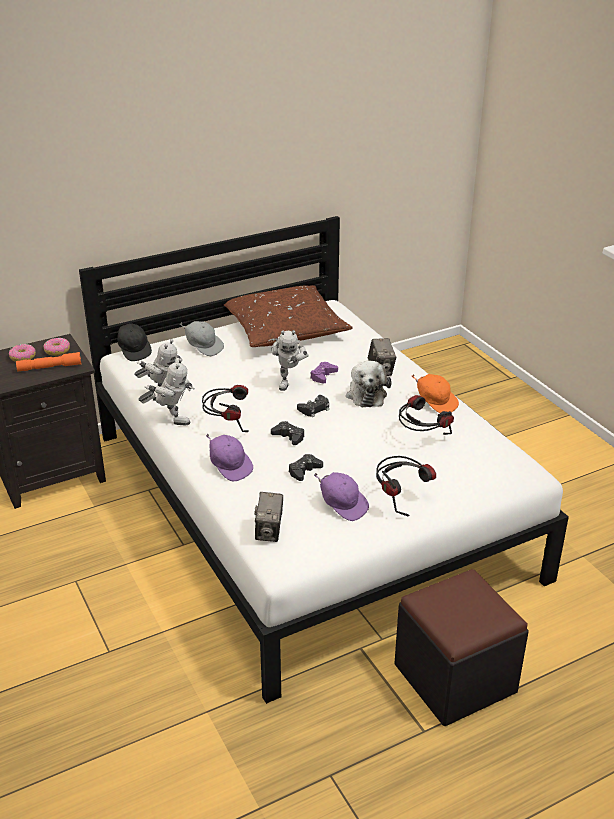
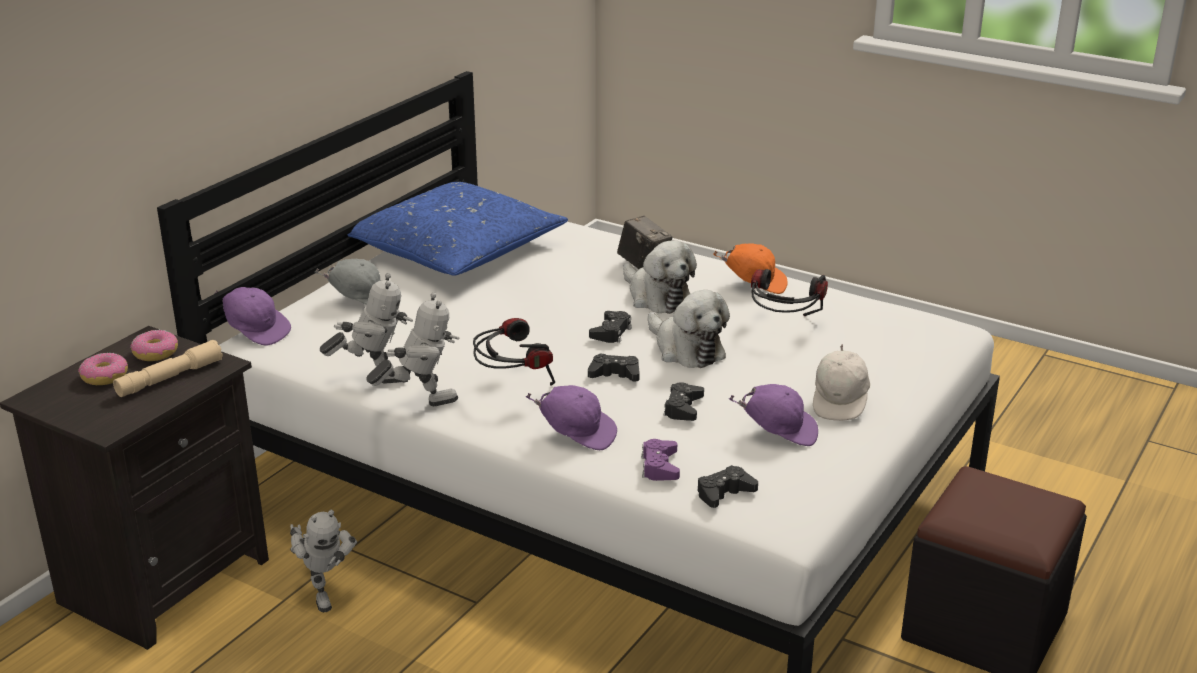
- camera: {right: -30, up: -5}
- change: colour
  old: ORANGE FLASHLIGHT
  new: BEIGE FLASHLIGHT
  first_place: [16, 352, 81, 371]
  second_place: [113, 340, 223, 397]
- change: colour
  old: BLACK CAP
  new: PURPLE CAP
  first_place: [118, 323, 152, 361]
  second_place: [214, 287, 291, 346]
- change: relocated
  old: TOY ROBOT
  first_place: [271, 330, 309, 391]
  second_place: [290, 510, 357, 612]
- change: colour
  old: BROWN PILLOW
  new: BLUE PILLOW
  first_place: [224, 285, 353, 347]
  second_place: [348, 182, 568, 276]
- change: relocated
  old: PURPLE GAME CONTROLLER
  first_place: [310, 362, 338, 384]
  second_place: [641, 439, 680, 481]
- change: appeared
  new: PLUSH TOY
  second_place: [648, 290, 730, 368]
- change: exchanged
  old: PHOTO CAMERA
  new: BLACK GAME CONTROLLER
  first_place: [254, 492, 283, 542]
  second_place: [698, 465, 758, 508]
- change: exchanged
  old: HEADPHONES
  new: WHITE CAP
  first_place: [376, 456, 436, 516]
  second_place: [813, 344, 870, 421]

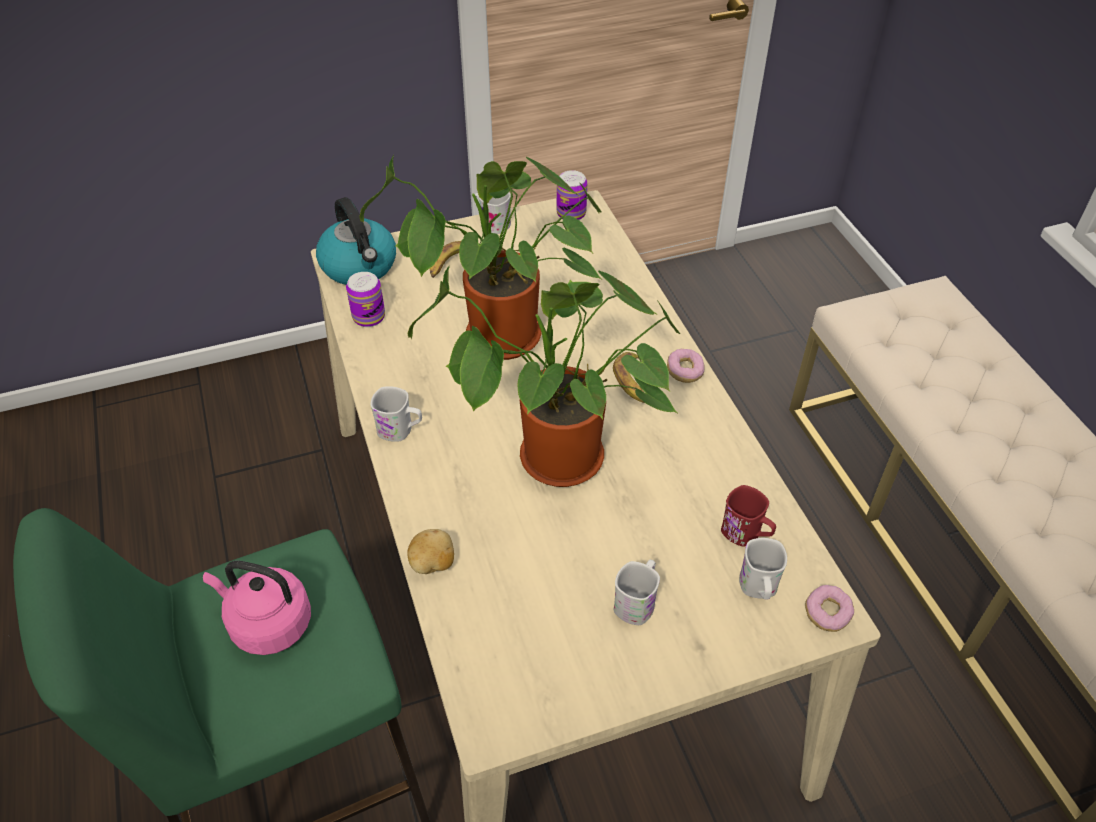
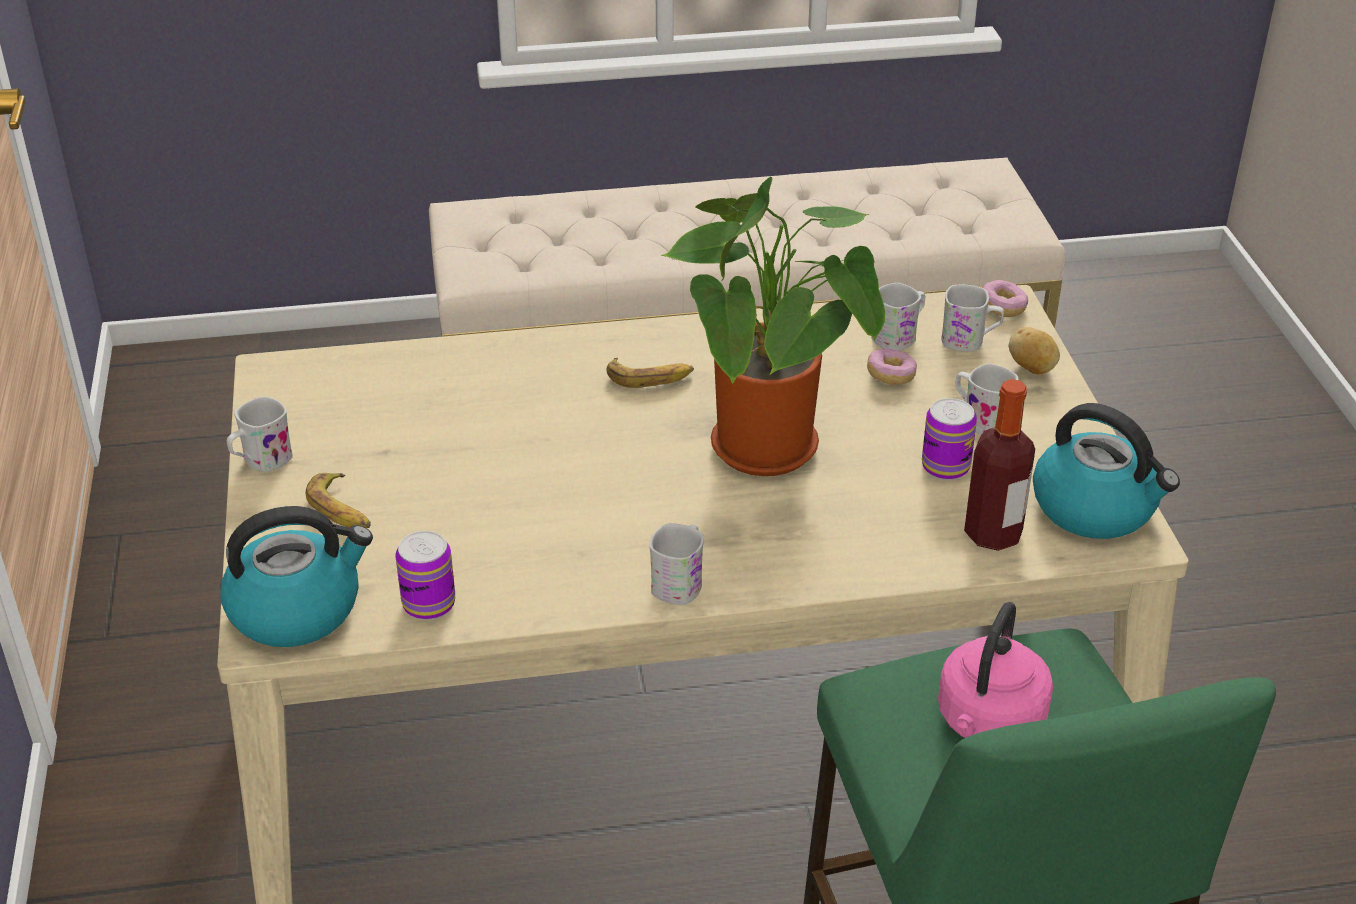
- camera: {right: -80, up: -10}
- change: relocated
  old: DONUT
  first_place: [667, 349, 705, 383]
  second_place: [867, 349, 917, 385]
- change: colour
  old: RED MUG
  new: WHITE MUG
  first_place: [721, 485, 776, 547]
  second_place: [871, 283, 925, 351]
- change: relocated
  old: CAN
  first_place: [557, 170, 587, 220]
  second_place: [922, 398, 977, 480]
- change: appeared
  new: BOTTLE
  second_place: [964, 379, 1035, 551]
- change: relocated
  old: POTATO
  first_place: [407, 529, 454, 574]
  second_place: [1009, 327, 1060, 374]
- change: appeared
  new: KETTLE
  second_place: [1033, 403, 1180, 539]
- change: missing
  old: POTTED PLANT
  first_place: [359, 155, 603, 360]

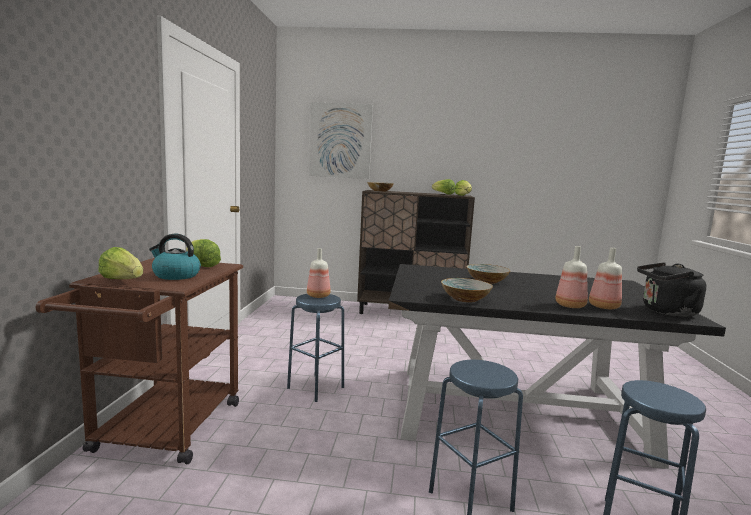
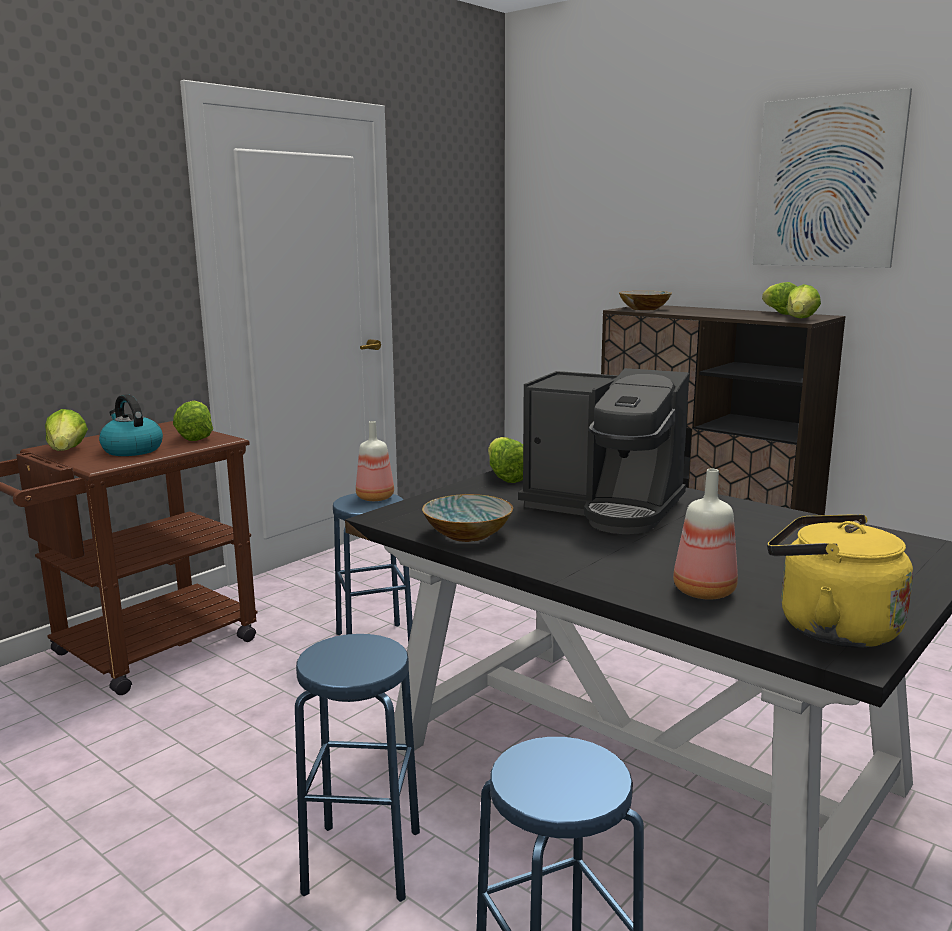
- camera: {right: 35, up: 5}
- change: appeared
  new: LETTUCE
  second_place: [488, 437, 523, 483]
- change: exchanged
  old: BOWL
  new: COFFEE MACHINE
  first_place: [466, 264, 511, 284]
  second_place: [518, 368, 689, 534]
- change: relocated
  old: PICTURE
  first_place: [309, 102, 373, 179]
  second_place: [753, 88, 912, 268]
- change: colour
  old: BLACK KETTLE
  new: YELLOW KETTLE
  first_place: [637, 262, 706, 317]
  second_place: [767, 514, 913, 648]
- change: missing
  old: BOTTLE
  first_place: [555, 246, 588, 308]

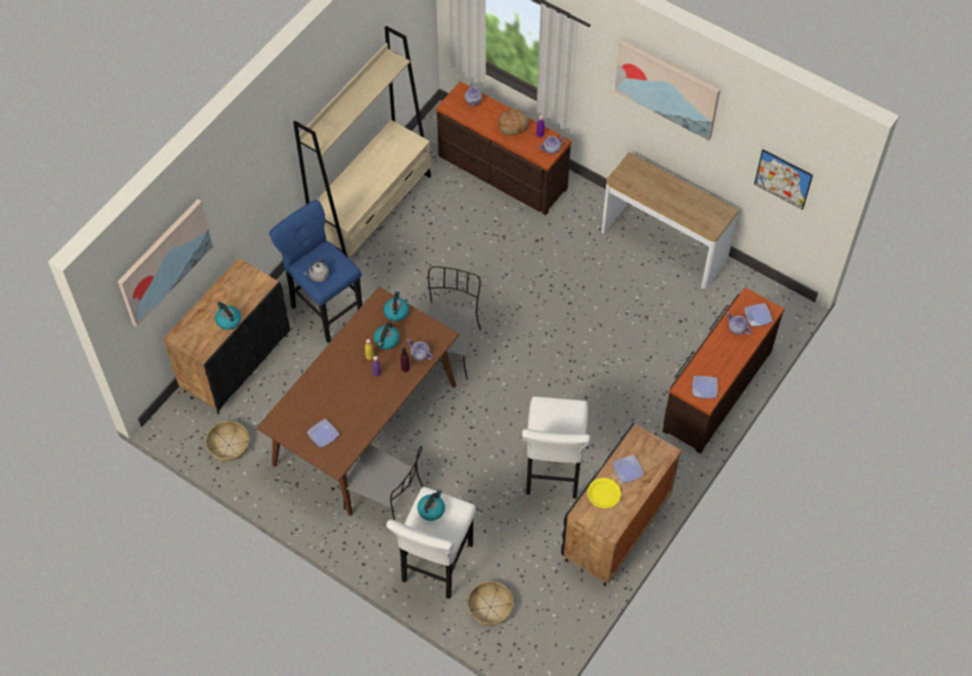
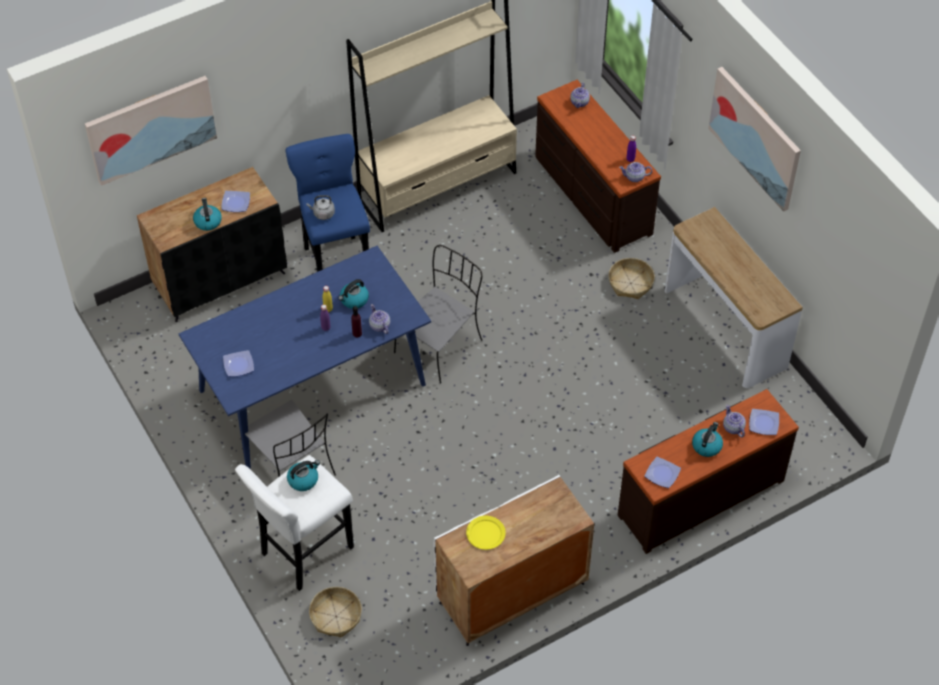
- camera: {right: 25, up: -5}
- change: colour
  old: BROWN DINING TABLE
  new: BLUE DINING TABLE
  first_place: [256, 287, 459, 516]
  second_place: [179, 246, 431, 469]
- change: relocated
  old: PLATE
  first_place: [612, 455, 644, 483]
  second_place: [221, 191, 250, 212]
- change: colour
  old: BLACK CABINET
  new: WHITE CABINET
  first_place: [561, 422, 681, 586]
  second_place: [434, 475, 594, 646]
- change: relocated
  old: BASKET
  first_place: [206, 421, 249, 462]
  second_place: [609, 258, 655, 299]
- change: relocated
  old: KETTLE
  first_place: [383, 291, 409, 322]
  second_place: [692, 422, 723, 457]
- change: missing
  old: BREAD
  first_place: [498, 108, 529, 136]
- change: missing
  old: WHITE STOOL
  first_place: [522, 396, 590, 499]
- change: missing
  old: PICTURE
  first_place: [754, 149, 813, 210]

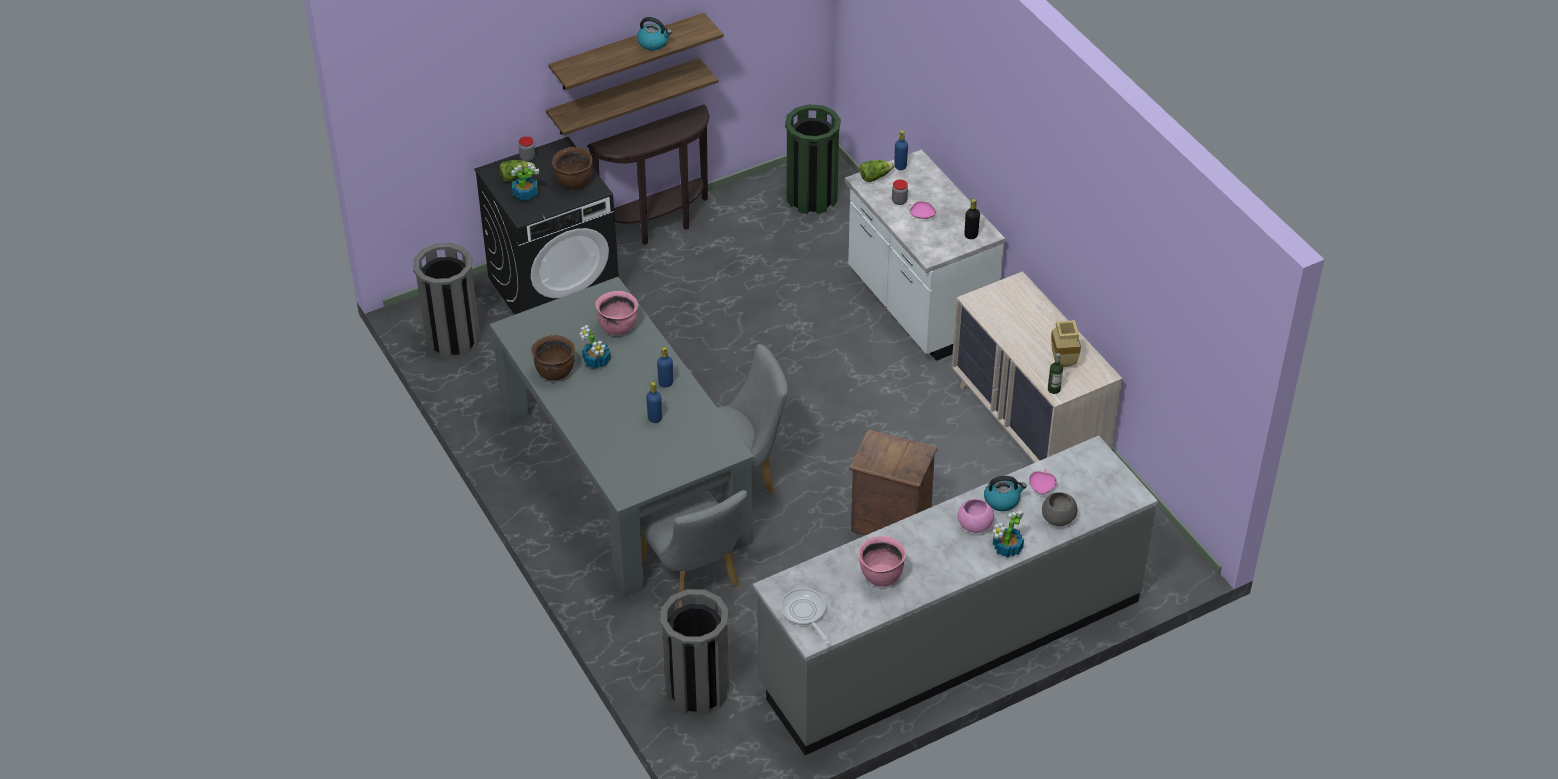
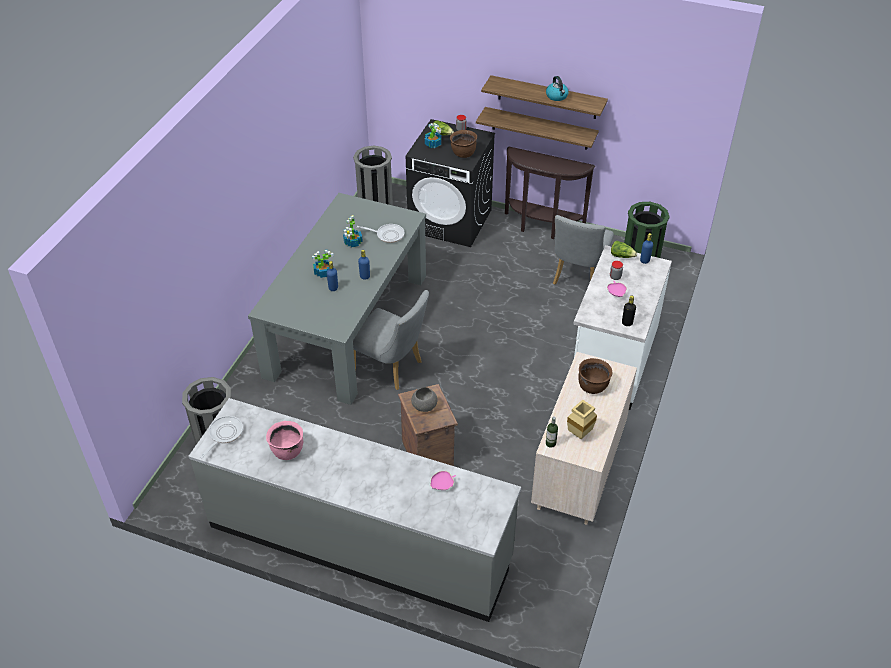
- camera: {right: 50, up: 0}
- change: relocated
  old: POTTED PLANT
  first_place: [992, 511, 1024, 557]
  second_place: [312, 250, 334, 278]
- change: exchanged
  old: PINK COOKING POT
  new: FRYING PAN
  first_place: [596, 291, 638, 335]
  second_place: [357, 224, 404, 243]
- change: relocated
  old: GREY BOWL
  first_place: [1042, 492, 1077, 526]
  second_place: [411, 387, 438, 412]
- change: relocated
  old: GREY CHAIR
  first_place: [640, 490, 747, 608]
  second_place: [553, 215, 614, 285]
- change: relocated
  old: BROWN COOKING POT
  first_place: [531, 335, 575, 381]
  second_place: [578, 358, 613, 394]
- change: missing
  old: PINK BOWL
  first_place: [957, 499, 994, 533]
- change: missing
  old: KETTLE
  first_place: [984, 476, 1027, 511]

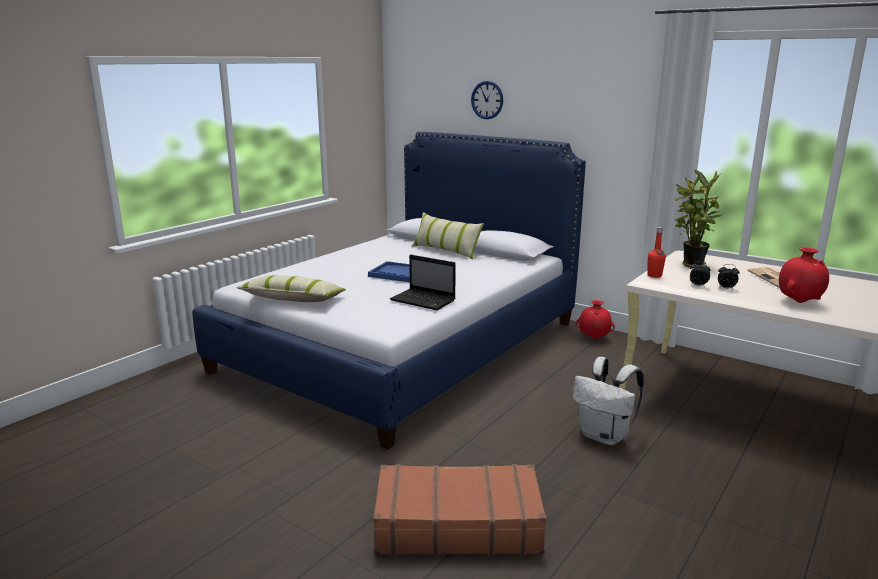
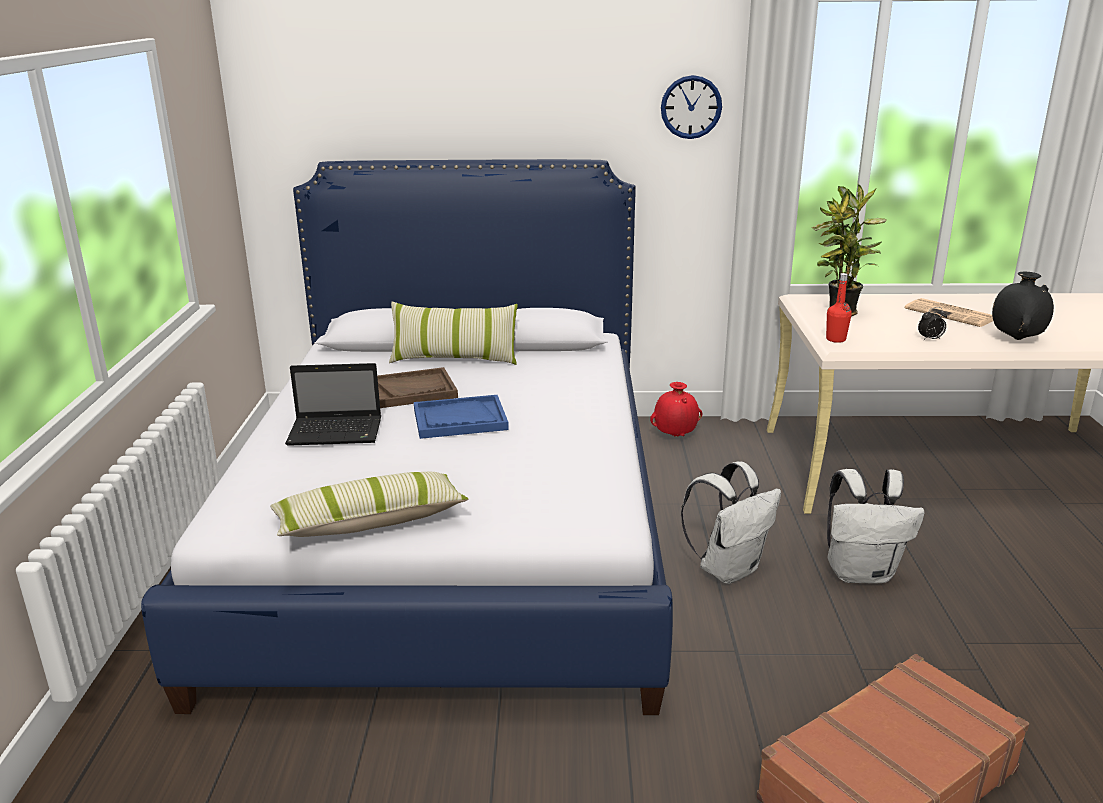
- camera: {right: -35, up: 5}
- change: relocated
  old: LAPTOP
  first_place: [390, 254, 456, 310]
  second_place: [285, 363, 381, 446]
- change: appeared
  new: BROWN TRAY
  second_place: [377, 367, 458, 408]
- change: relocated
  old: WALL CLOCK
  first_place: [471, 81, 503, 119]
  second_place: [661, 75, 722, 139]
- change: appeared
  new: WHITE BACKPACK
  second_place: [681, 461, 781, 584]
- change: colour
  old: RED VASE
  new: BLACK VASE
  first_place: [779, 247, 829, 303]
  second_place: [992, 272, 1054, 340]
- change: missing
  old: ALARM CLOCK
  first_place: [690, 261, 710, 287]

